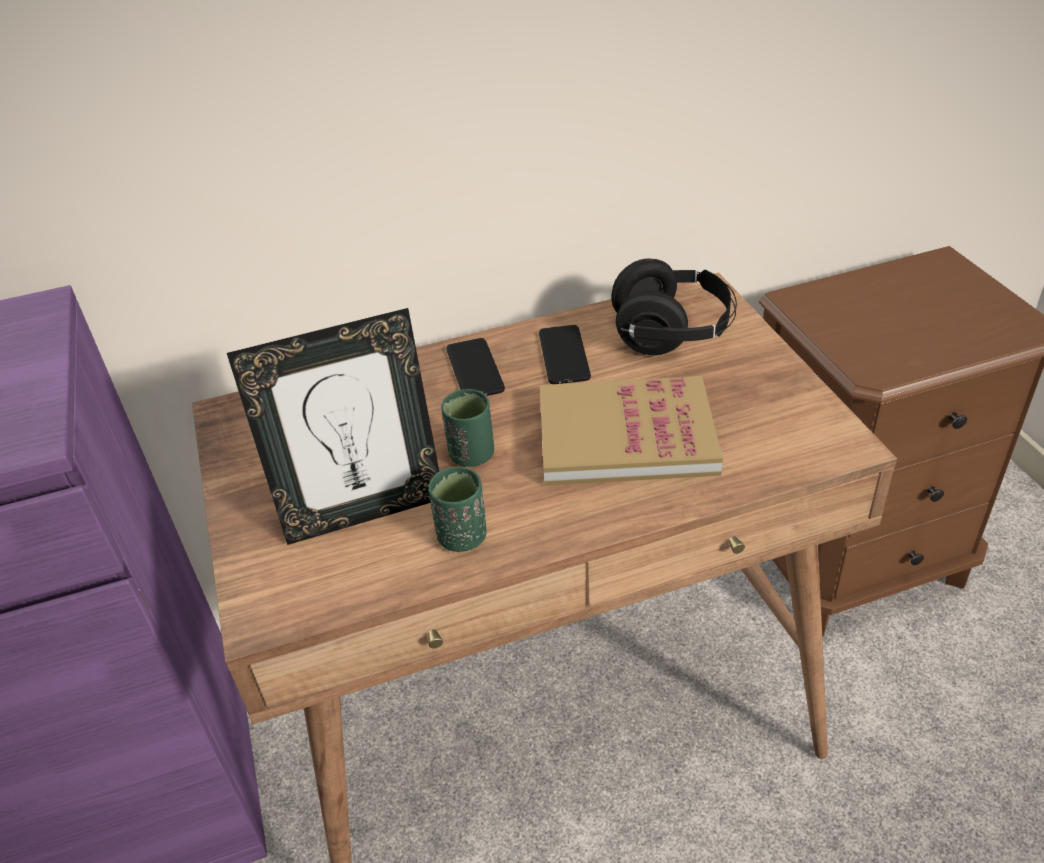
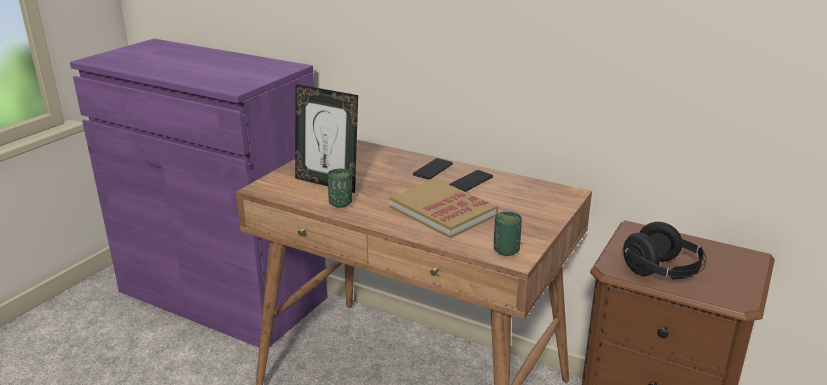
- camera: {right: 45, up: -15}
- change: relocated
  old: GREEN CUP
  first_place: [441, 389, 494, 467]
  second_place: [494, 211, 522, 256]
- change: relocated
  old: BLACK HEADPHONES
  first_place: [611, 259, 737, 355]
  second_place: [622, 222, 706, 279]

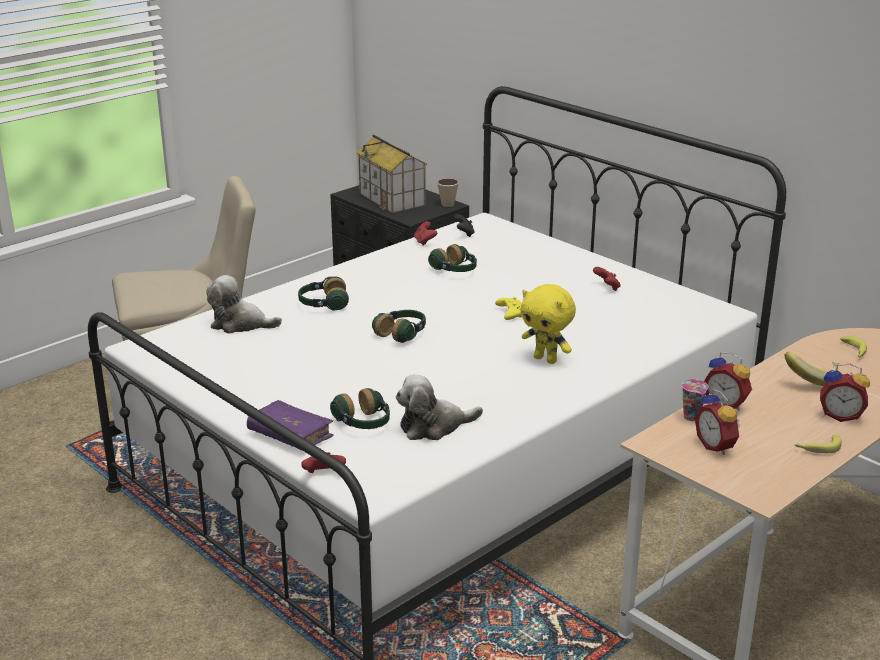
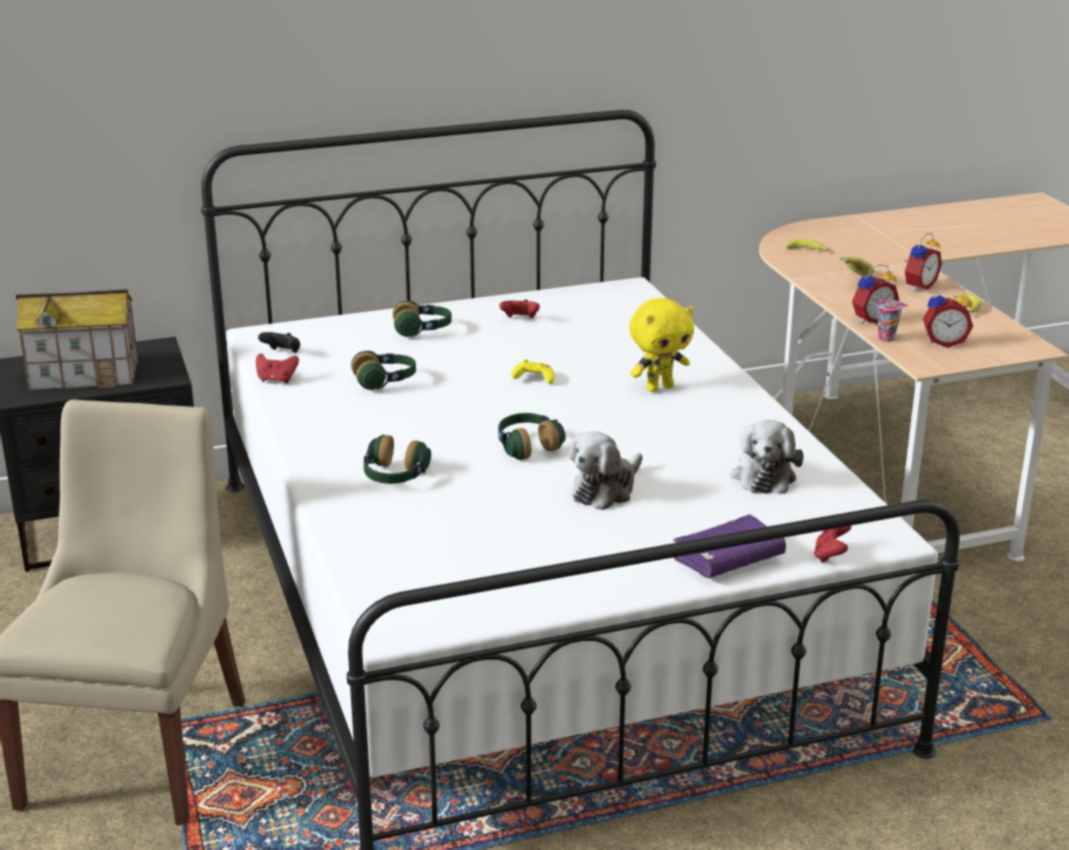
- camera: {right: -65, up: 0}
- change: relocated
  old: HEADPHONES
  first_place: [330, 388, 390, 429]
  second_place: [393, 301, 452, 337]
- change: relocated
  old: PLUSH TOY
  first_place: [206, 275, 282, 334]
  second_place: [569, 431, 643, 510]
- change: missing
  old: CUP
  first_place: [437, 178, 459, 207]

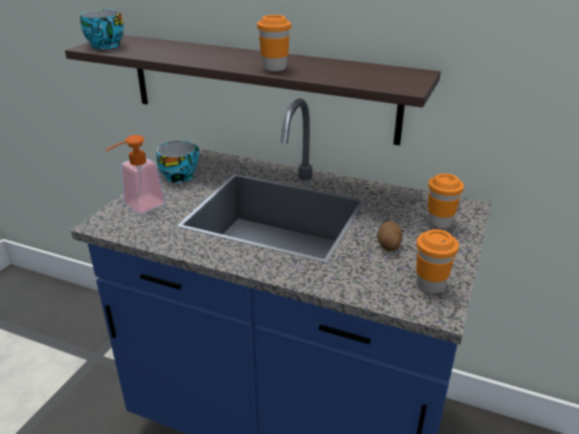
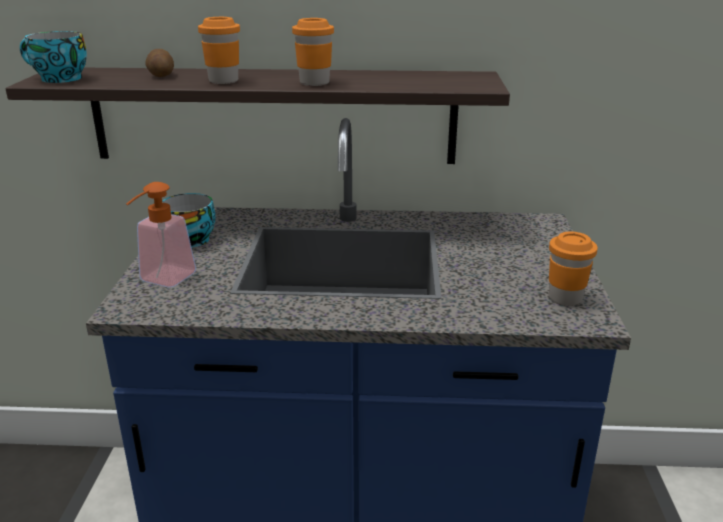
- camera: {right: -20, up: -5}
- change: relocated
  old: POTATO
  first_place: [377, 221, 402, 251]
  second_place: [145, 49, 174, 77]
- change: relocated
  old: ORANGE CUP
  first_place: [428, 173, 464, 228]
  second_place: [198, 17, 240, 84]

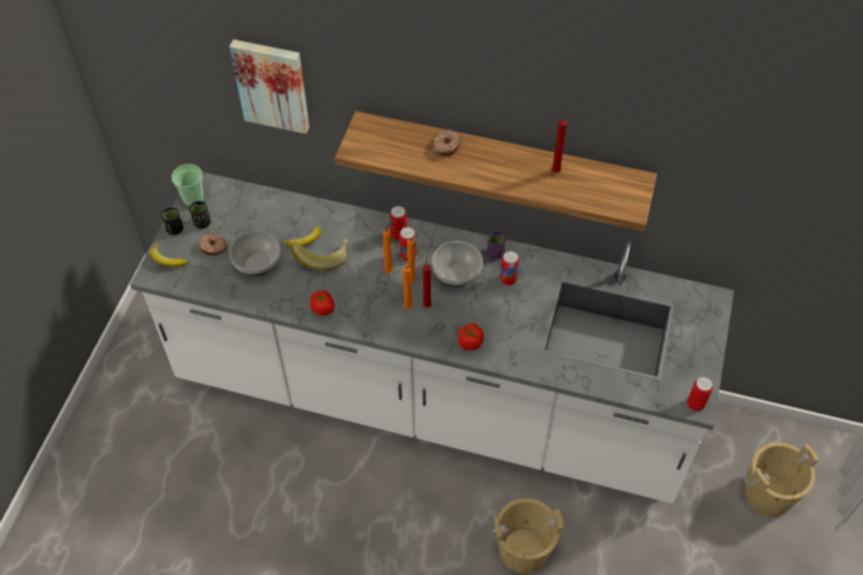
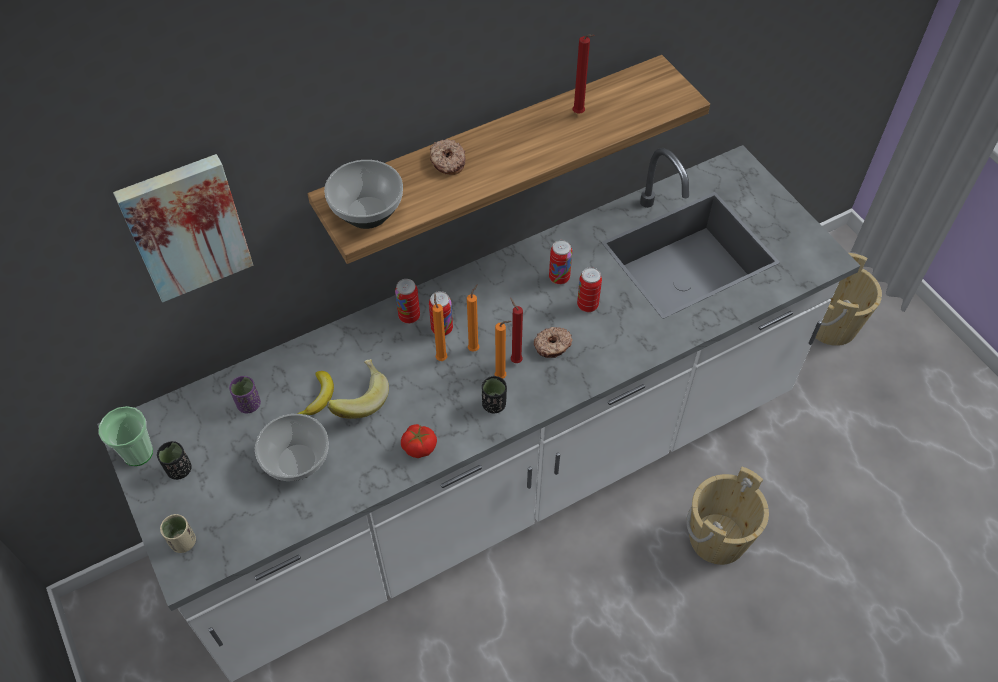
- camera: {right: -45, up: 0}
- change: exchanged
  old: BANANA
  new: BEIGE CUP
  first_place: [150, 243, 188, 267]
  second_place: [160, 514, 196, 553]
- change: relocated
  old: PURPLE CUP
  first_place: [487, 231, 506, 259]
  second_place: [229, 376, 261, 413]
- change: relocated
  old: BOWL
  first_place: [432, 241, 483, 287]
  second_place: [324, 160, 403, 229]
- change: relocated
  old: BLACK CUP
  first_place: [161, 208, 183, 235]
  second_place: [482, 376, 507, 413]
- change: relocated
  old: DONUT
  first_place: [198, 233, 227, 255]
  second_place: [534, 327, 573, 358]
- change: relocated
  old: CAN
  first_place: [687, 377, 713, 411]
  second_place: [577, 267, 602, 312]
- change: missing
  old: TOMATO
  first_place: [458, 323, 484, 350]

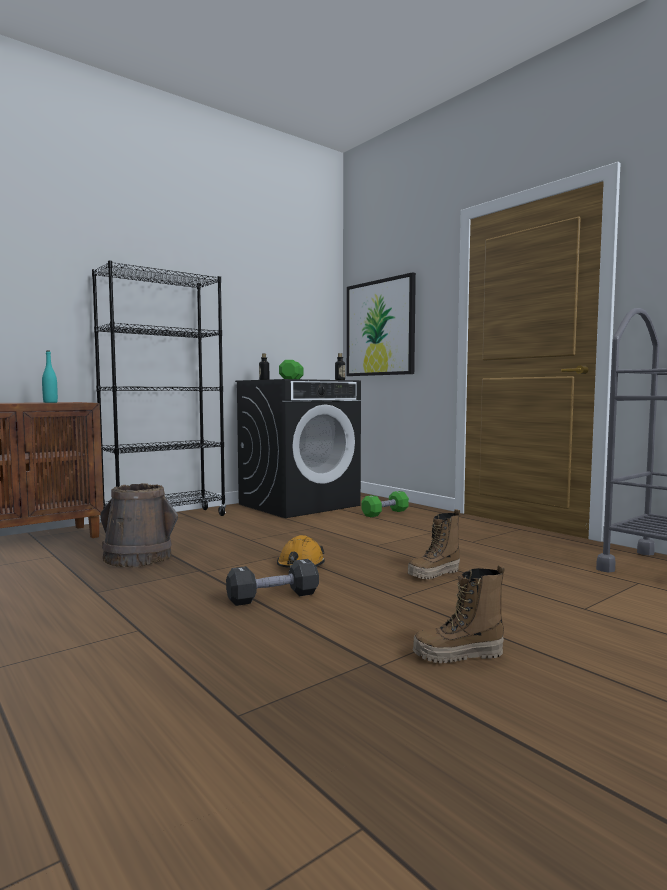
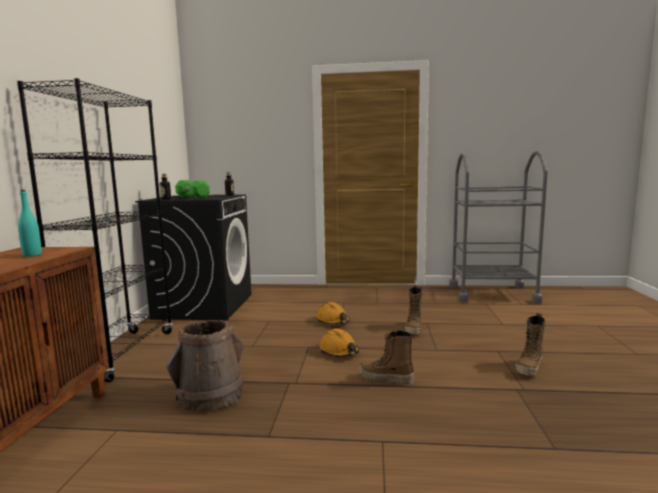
- camera: {right: -45, up: 5}
- change: appeared
  new: ORANGE HARD HAT
  second_place: [317, 302, 350, 324]
- change: exchanged
  old: BLACK DUMBBELL
  new: BOOT
  first_place: [226, 559, 319, 606]
  second_place: [359, 331, 414, 385]
- change: missing
  old: PICTURE
  first_place: [347, 272, 416, 376]
- change: missing
  old: GREEN DUMBBELL
  first_place: [361, 491, 409, 517]

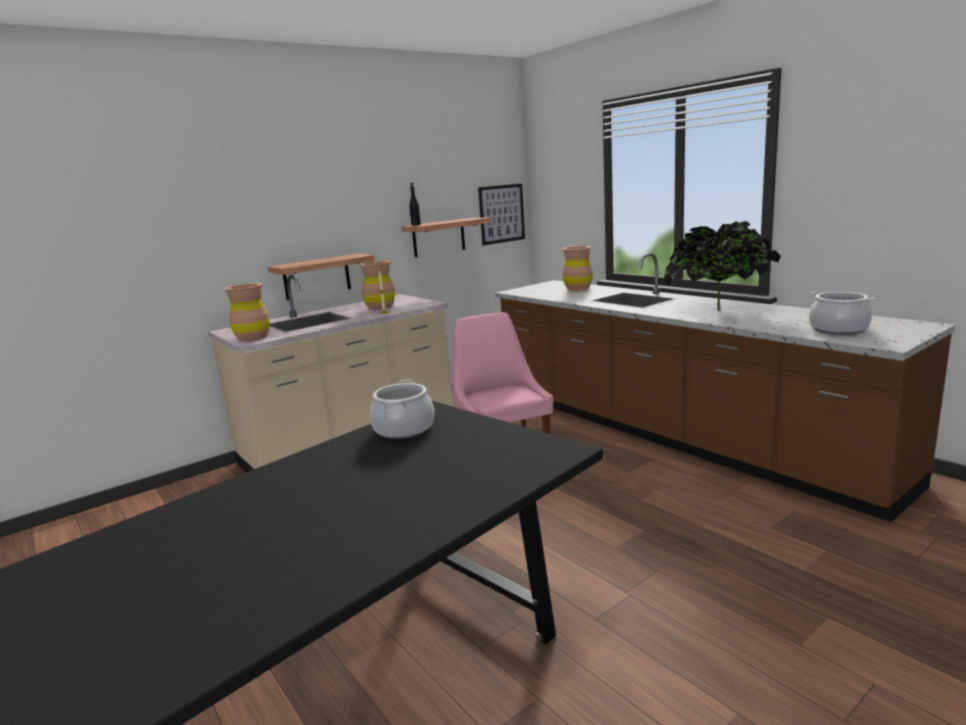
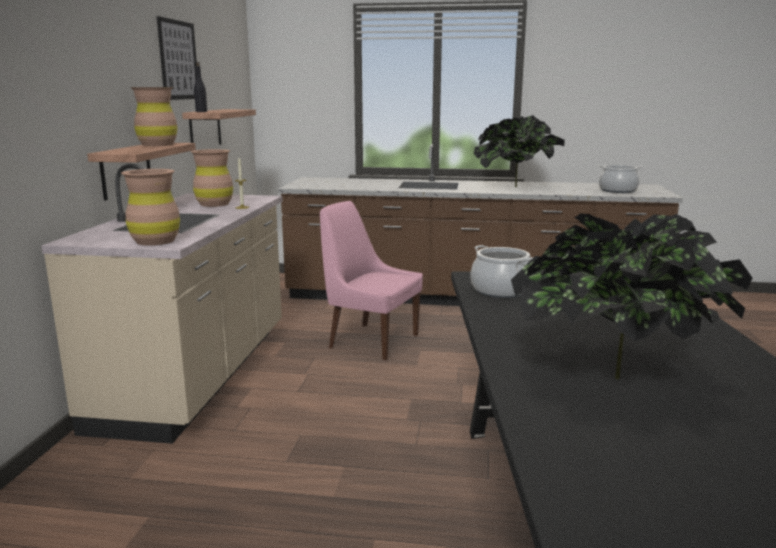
- camera: {right: -45, up: 0}
- change: relocated
  old: BROWN VASE
  first_place: [562, 246, 593, 291]
  second_place: [131, 87, 178, 146]
- change: relocated
  old: PICTURE
  first_place: [478, 184, 525, 245]
  second_place: [157, 16, 197, 100]
- change: appeared
  new: POTTED PLANT
  second_place: [511, 213, 752, 380]

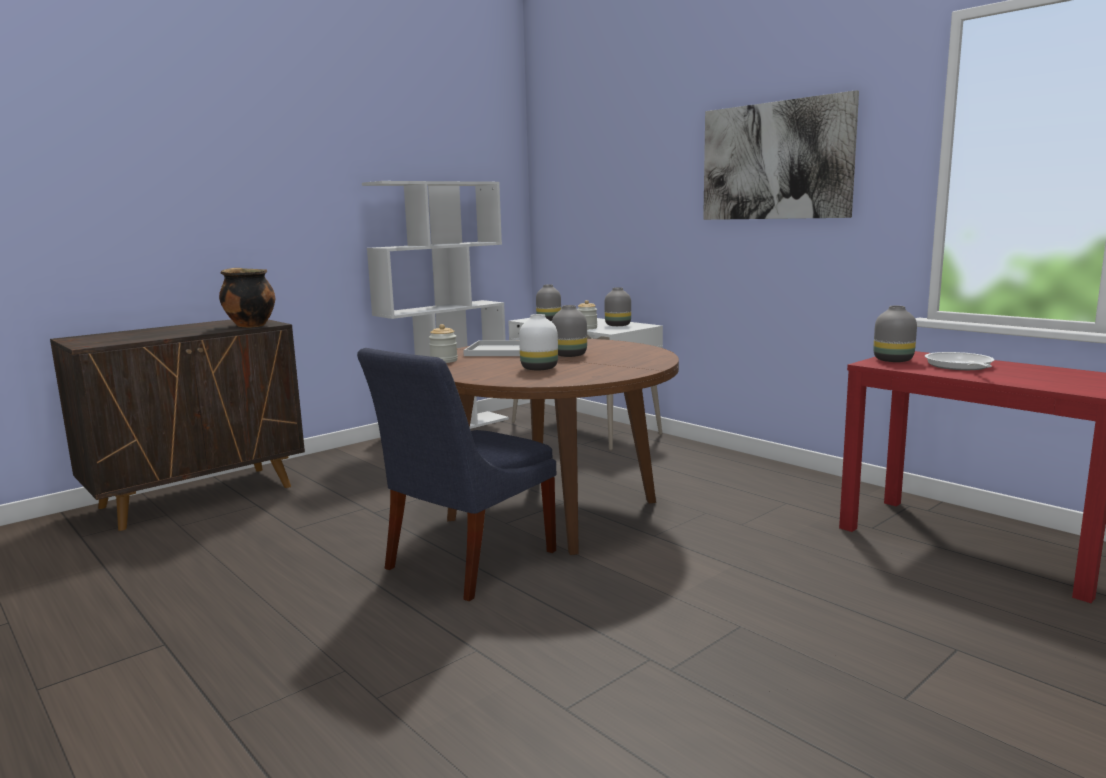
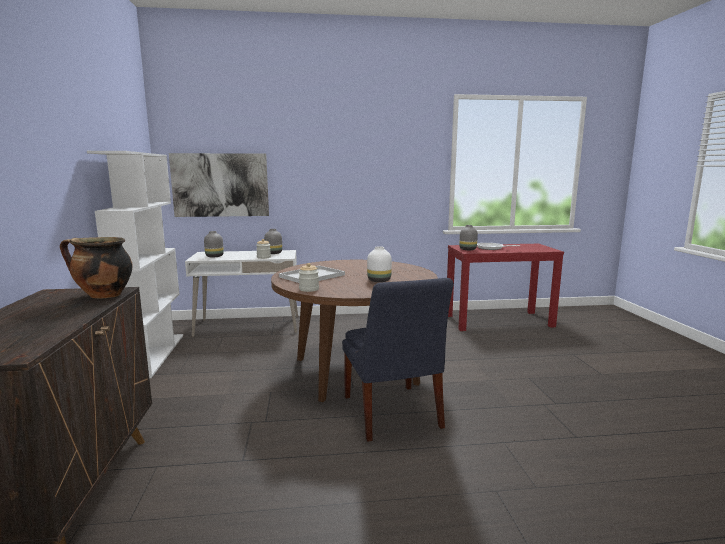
- camera: {right: -55, up: 0}
- change: relocated
  old: PICTURE
  first_place: [703, 90, 859, 220]
  second_place: [169, 153, 269, 217]
- change: missing
  old: GREY VASE
  first_place: [552, 305, 587, 357]

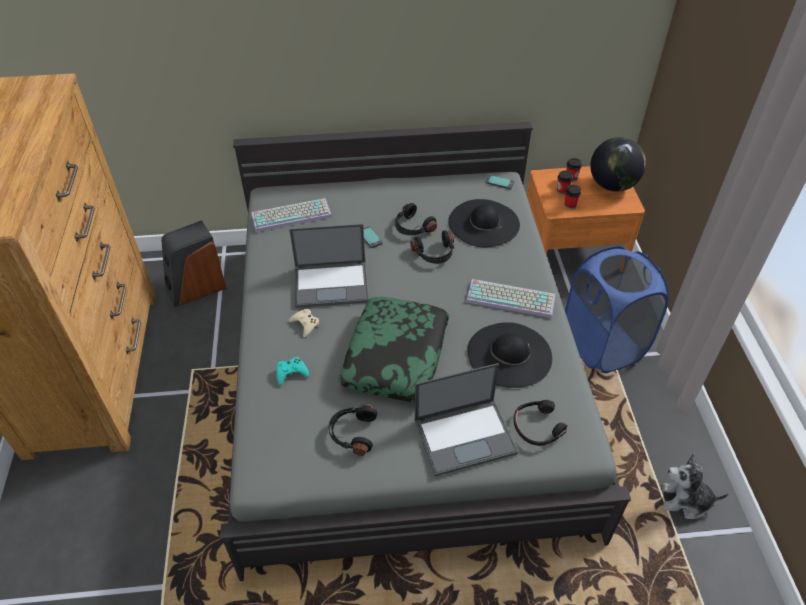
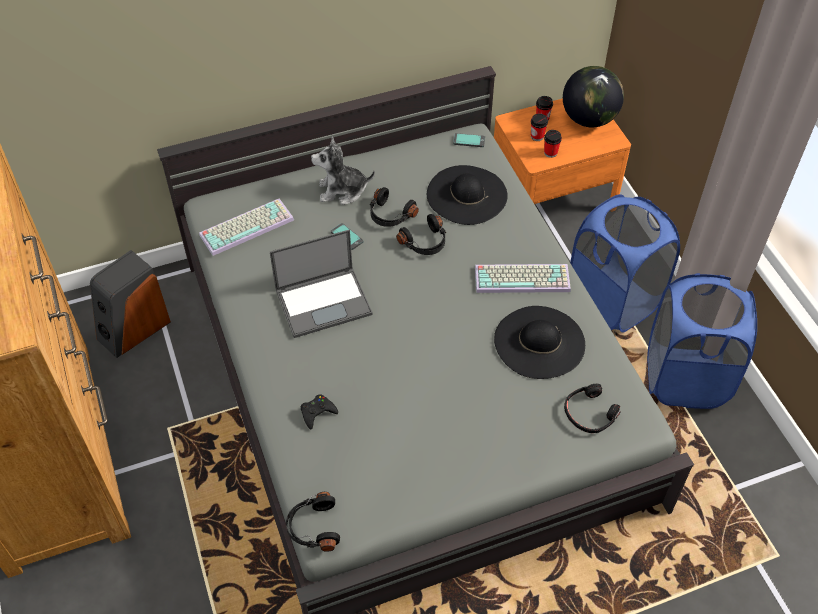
- camera: {right: -15, up: 5}
- change: relocated
  old: BLACK HEADPHONES
  first_place: [329, 404, 377, 456]
  second_place: [286, 492, 340, 552]
- change: colour
  old: TURQUOISE GAME CONTROLLER
  new: BLACK GAME CONTROLLER
  first_place: [276, 357, 309, 385]
  second_place: [301, 394, 338, 430]
- change: relocated
  old: PLUSH TOY
  first_place: [662, 453, 728, 519]
  second_place: [311, 137, 375, 205]
- change: appeared
  new: BLUE LAUNDRY BASKET
  second_place: [647, 273, 757, 409]
- change: missing
  old: BEIGE GAME CONTROLLER
  first_place: [289, 309, 320, 338]
- change: missing
  old: PILLOW
  first_place: [338, 297, 450, 402]
- change: missing
  old: LAPTOP
  first_place: [415, 363, 518, 477]

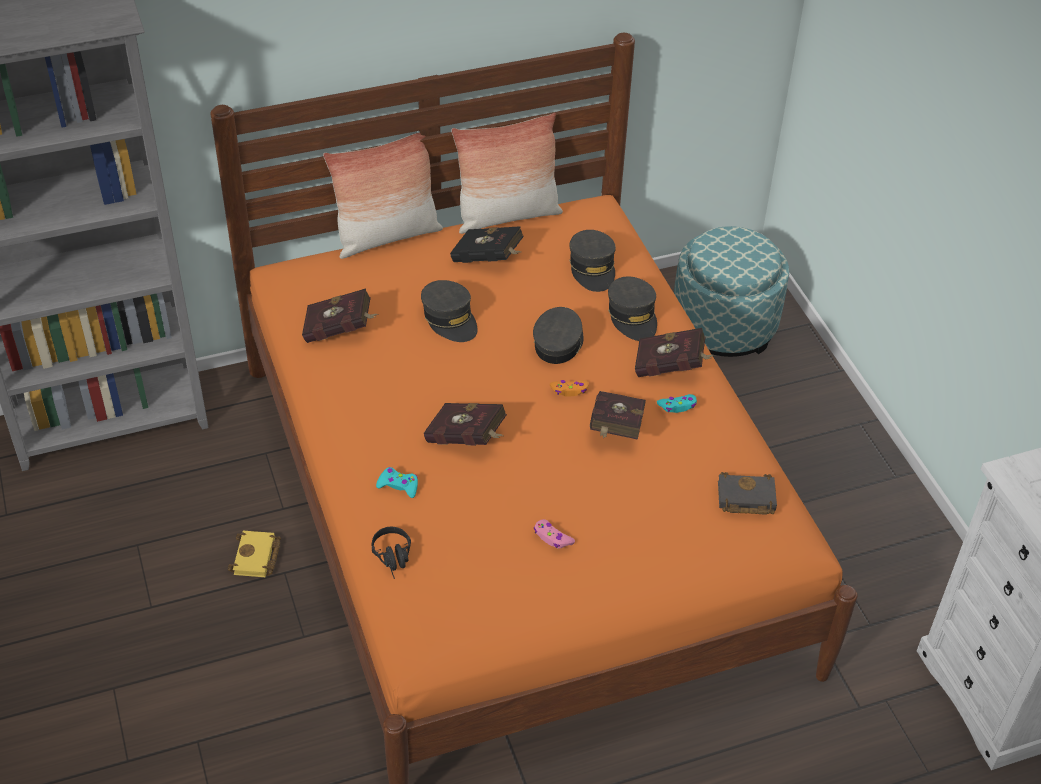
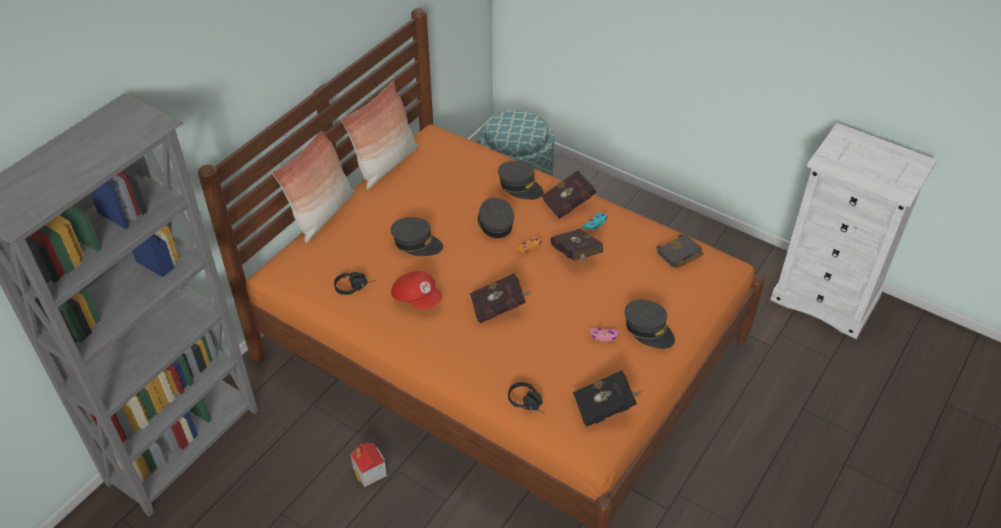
- camera: {right: -35, up: 0}
- change: exchanged
  old: RED BOOK
  new: BLACK HEADPHONES
  first_place: [302, 289, 379, 343]
  second_place: [334, 272, 376, 295]
- change: exchanged
  old: YELLOW BOOK
  new: TOY HOUSE
  first_place: [228, 531, 281, 577]
  second_place: [351, 443, 387, 487]
- change: appeared
  new: RED CAP
  second_place: [391, 271, 442, 310]
- change: relocated
  old: BLACK BOOK
  first_place: [450, 226, 524, 263]
  second_place: [573, 370, 642, 427]
- change: relocated
  old: GREY CAP
  first_place: [569, 230, 616, 292]
  second_place: [625, 300, 675, 349]
- change: missing
  old: TURQUOISE GAME CONTROLLER
  first_place: [376, 467, 418, 498]

